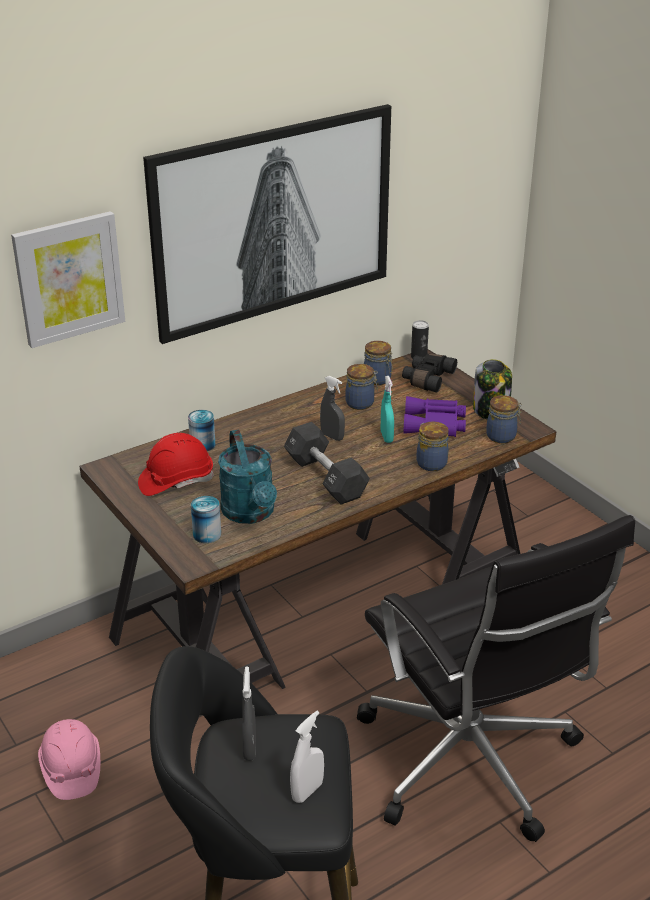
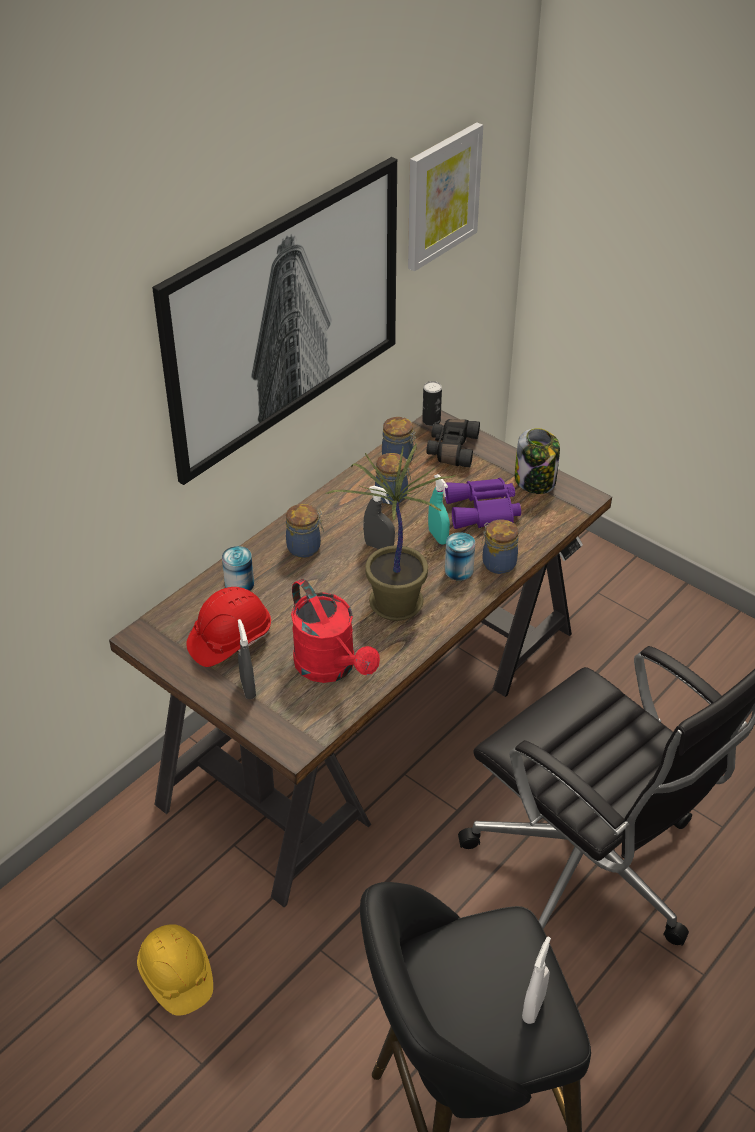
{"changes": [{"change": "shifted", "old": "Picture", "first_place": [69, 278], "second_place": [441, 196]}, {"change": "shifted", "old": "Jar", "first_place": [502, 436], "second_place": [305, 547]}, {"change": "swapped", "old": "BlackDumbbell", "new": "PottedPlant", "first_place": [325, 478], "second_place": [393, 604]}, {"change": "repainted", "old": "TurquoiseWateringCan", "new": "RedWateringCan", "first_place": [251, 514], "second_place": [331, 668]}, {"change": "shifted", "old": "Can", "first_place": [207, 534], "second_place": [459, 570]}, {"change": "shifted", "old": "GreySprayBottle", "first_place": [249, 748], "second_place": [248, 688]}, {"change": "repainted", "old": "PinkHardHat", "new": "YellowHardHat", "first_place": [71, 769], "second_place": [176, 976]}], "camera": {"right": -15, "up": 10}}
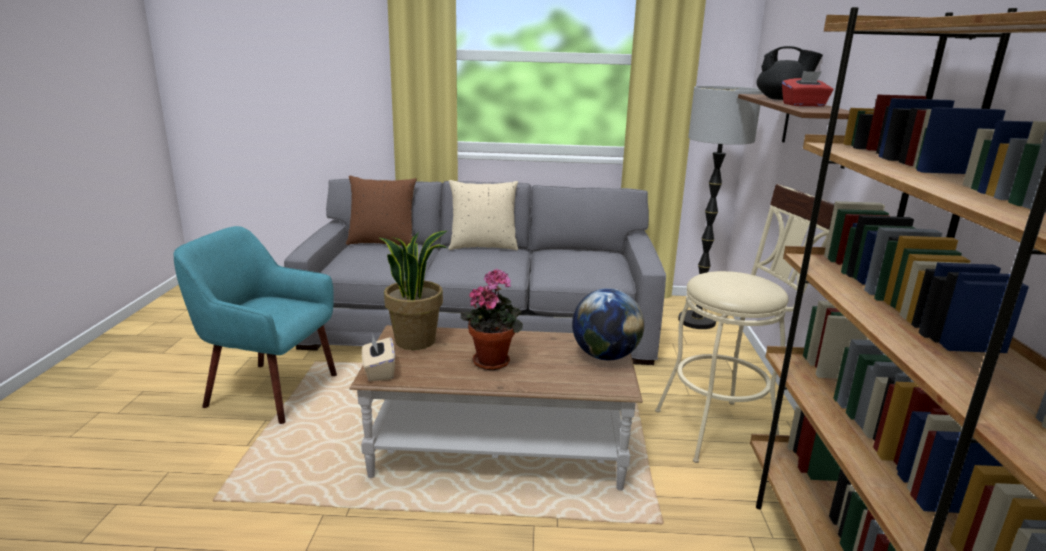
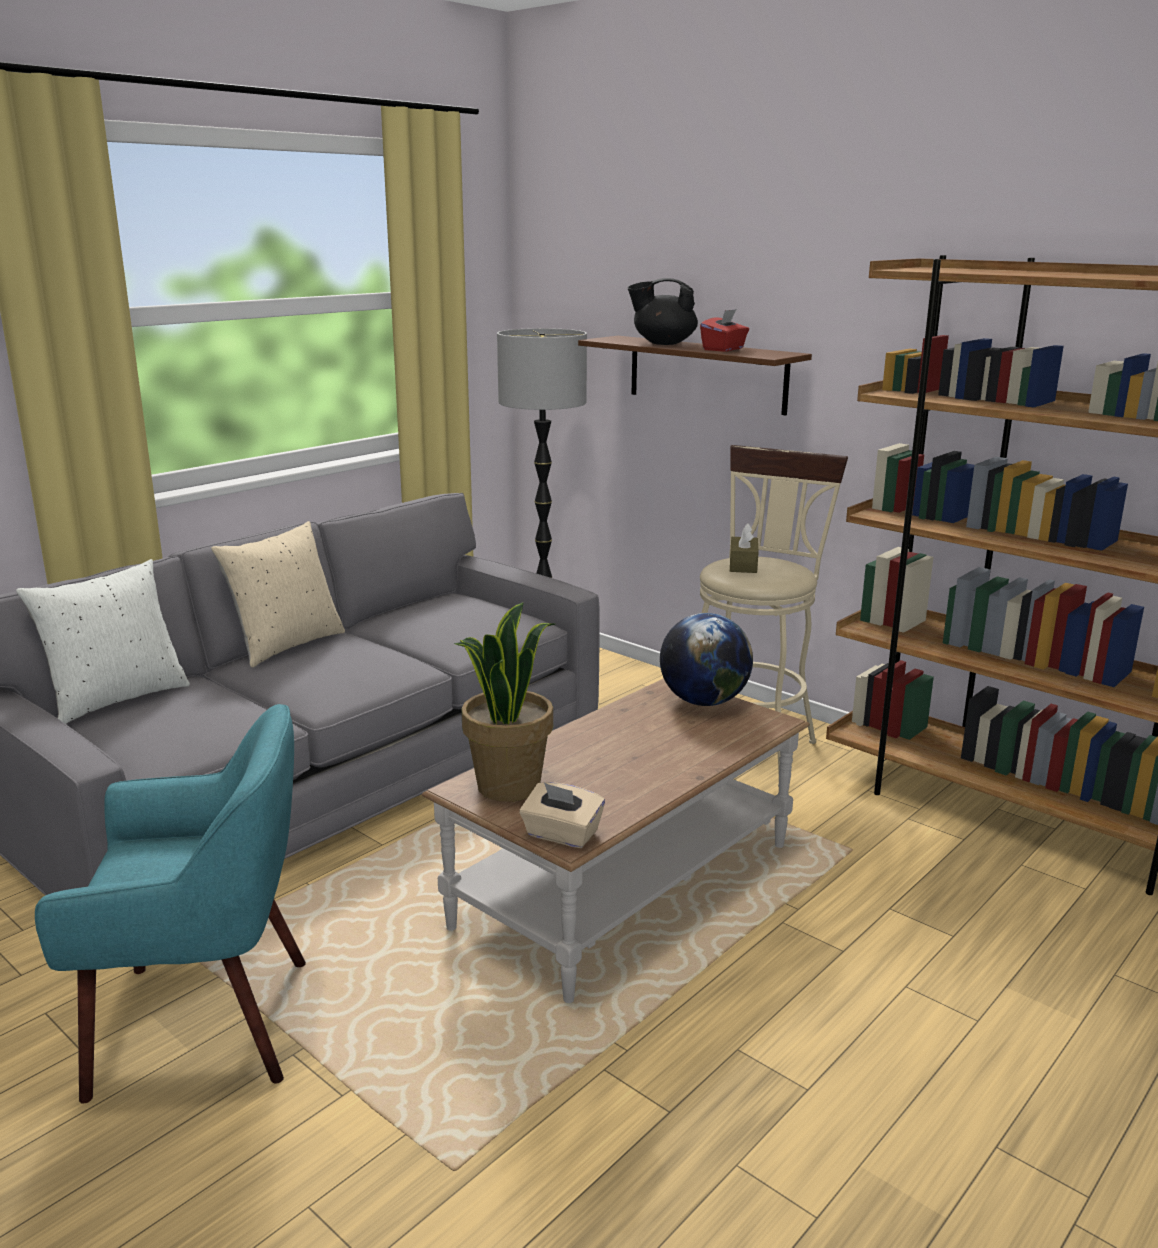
{"changes": [{"change": "rotated", "old": "BlackTeapot", "first_place": [782, 99], "second_place": [663, 343], "degrees": -150}, {"change": "repainted", "old": "BrownPillow", "new": "WhitePillow", "first_place": [382, 242], "second_place": [116, 699]}, {"change": "rotated", "old": "TurquoiseArmchair", "first_place": [270, 391], "second_place": [206, 1024], "degrees": -150}, {"change": "gone", "old": "PottedPlant", "first_place": [493, 360]}, {"change": "new", "new": "BrownTissueBox", "second_place": [743, 565]}], "camera": {"right": -50, "up": 0}}
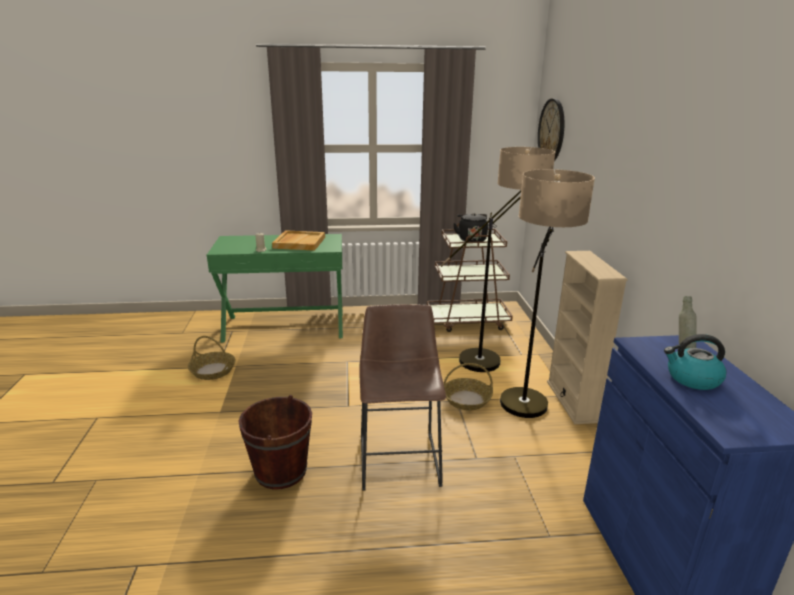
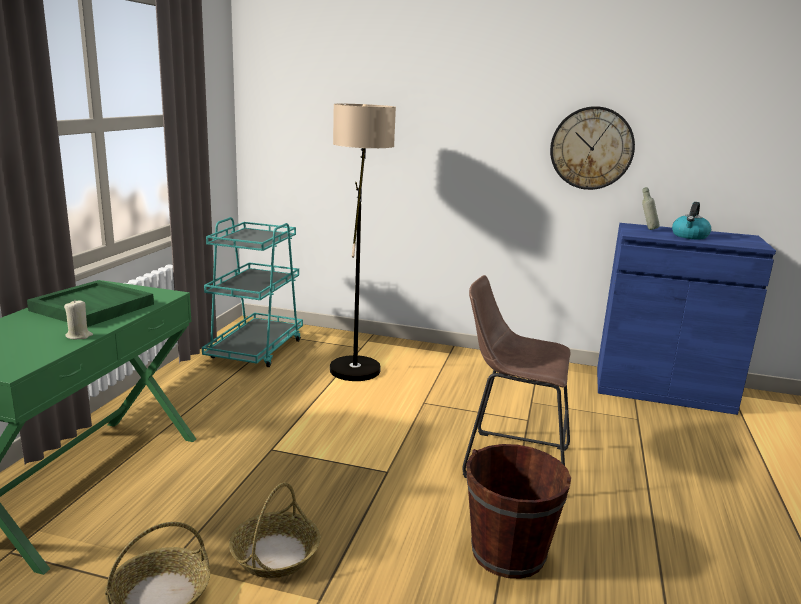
{"changes": [{"change": "shifted", "old": "WallClock", "first_place": [552, 131], "second_place": [591, 148]}, {"change": "gone", "old": "FloorLamp", "first_place": [524, 415]}, {"change": "gone", "old": "BlackKettle", "first_place": [471, 239]}, {"change": "repainted", "old": "BrownCart", "new": "TurquoiseCart", "first_place": [468, 321], "second_place": [256, 350]}, {"change": "repainted", "old": "BeigeTray", "new": "GreenTray", "first_place": [299, 242], "second_place": [91, 307]}, {"change": "gone", "old": "BeigeBookcase", "first_place": [572, 401]}, {"change": "shifted", "old": "Basket", "first_place": [467, 399], "second_place": [275, 554]}], "camera": {"right": -70, "up": -5}}
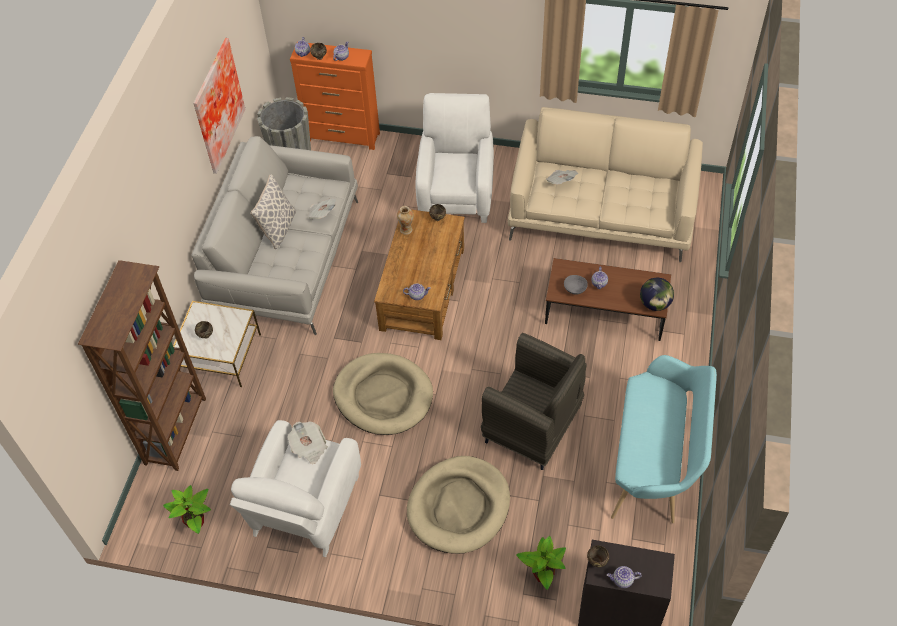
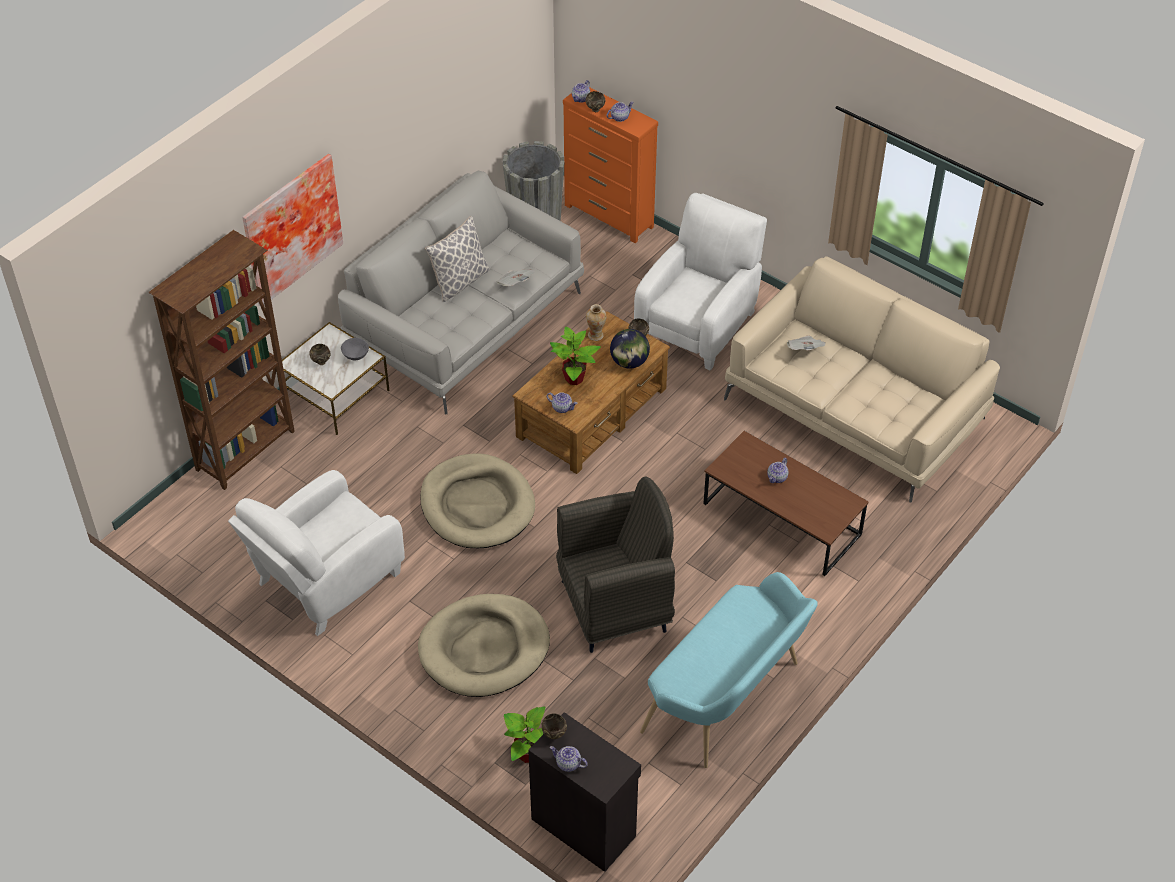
{"changes": [{"change": "shifted", "old": "Picture", "first_place": [216, 105], "second_place": [290, 228]}, {"change": "shifted", "old": "GreyBowl", "first_place": [574, 290], "second_place": [355, 356]}, {"change": "shifted", "old": "Globe", "first_place": [655, 304], "second_place": [629, 362]}, {"change": "rotated", "old": "GreyArmchair", "first_place": [532, 428], "second_place": [616, 605], "degrees": -75}, {"change": "gone", "old": "Newspaper", "first_place": [309, 447]}, {"change": "shifted", "old": "PottedPlant", "first_place": [196, 522], "second_place": [574, 379]}], "camera": {"right": 25, "up": -5}}
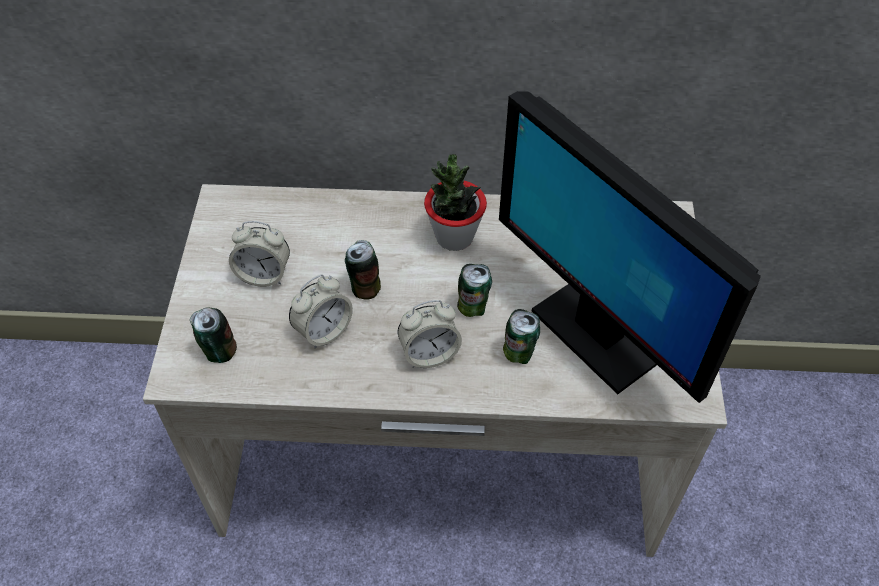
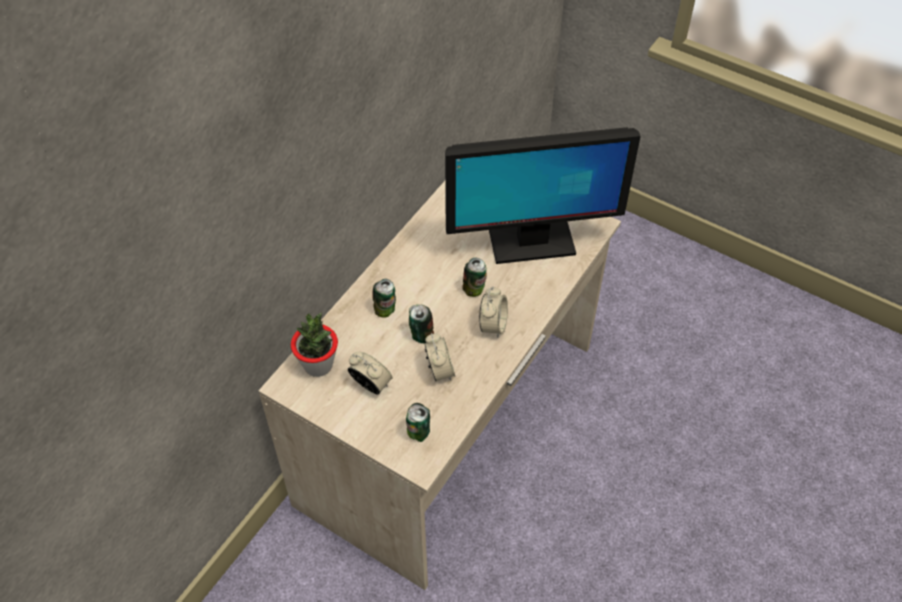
{"changes": [{"change": "shifted", "old": "PottedPlant", "first_place": [454, 237], "second_place": [318, 365]}, {"change": "rotated", "old": "AlarmClock", "first_place": [264, 274], "second_place": [371, 385], "degrees": -90}, {"change": "shifted", "old": "Can", "first_place": [518, 354], "second_place": [385, 310]}], "camera": {"right": -60, "up": 0}}
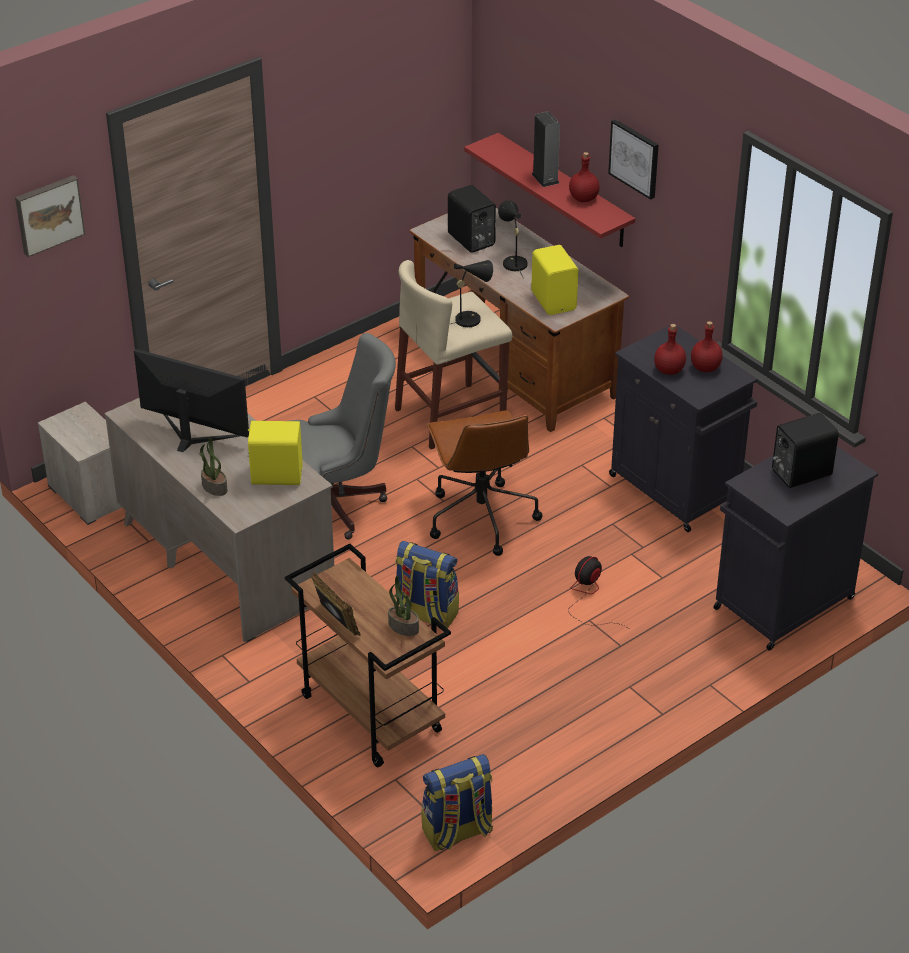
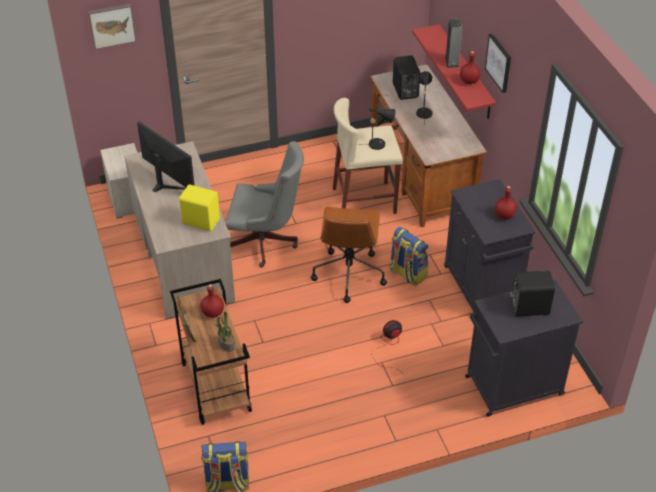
{"changes": [{"change": "gone", "old": "YellowSpeaker", "first_place": [554, 300]}, {"change": "shifted", "old": "RedBottle", "first_place": [669, 370], "second_place": [213, 313]}, {"change": "gone", "old": "PottedPlant", "first_place": [214, 487]}, {"change": "shifted", "old": "Backpack", "first_place": [425, 614], "second_place": [407, 273]}], "camera": {"right": 20, "up": 5}}
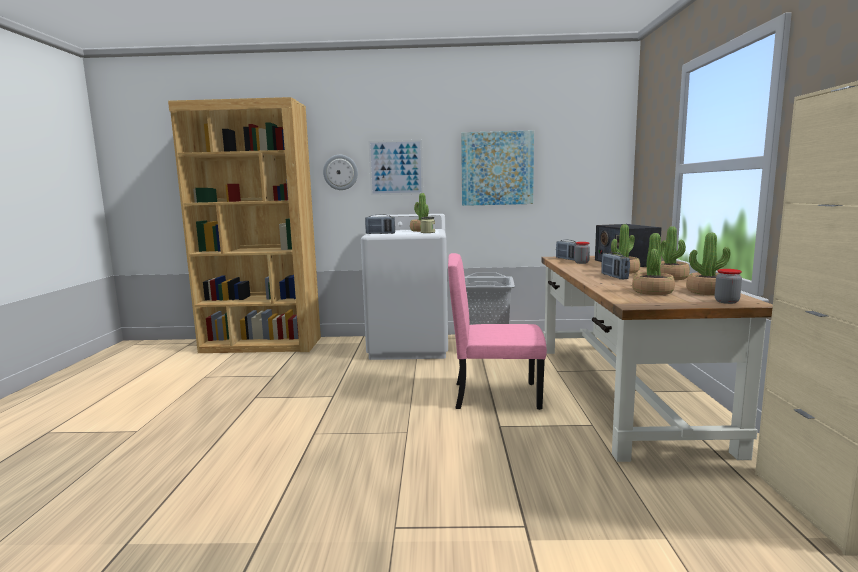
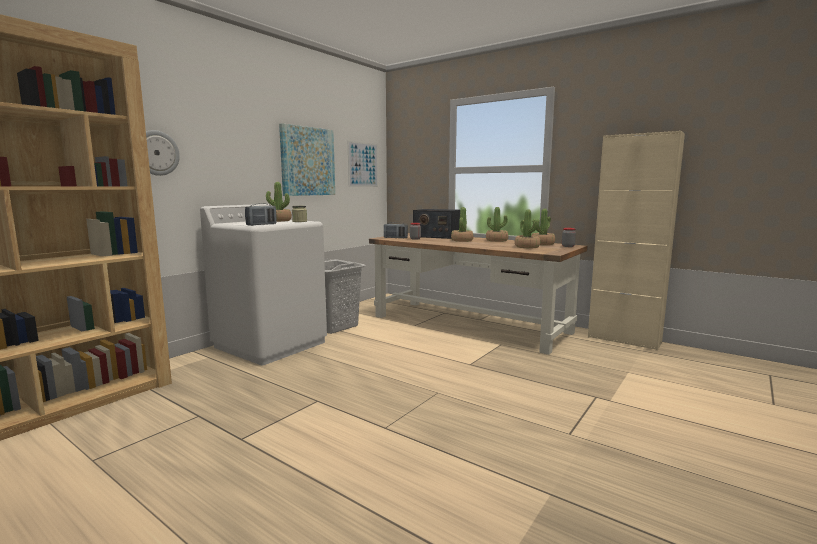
{"changes": [{"change": "shifted", "old": "Picture", "first_place": [396, 167], "second_place": [363, 164]}, {"change": "gone", "old": "Radio", "first_place": [614, 277]}, {"change": "gone", "old": "PinkChair", "first_place": [496, 395]}], "camera": {"right": -55, "up": 0}}
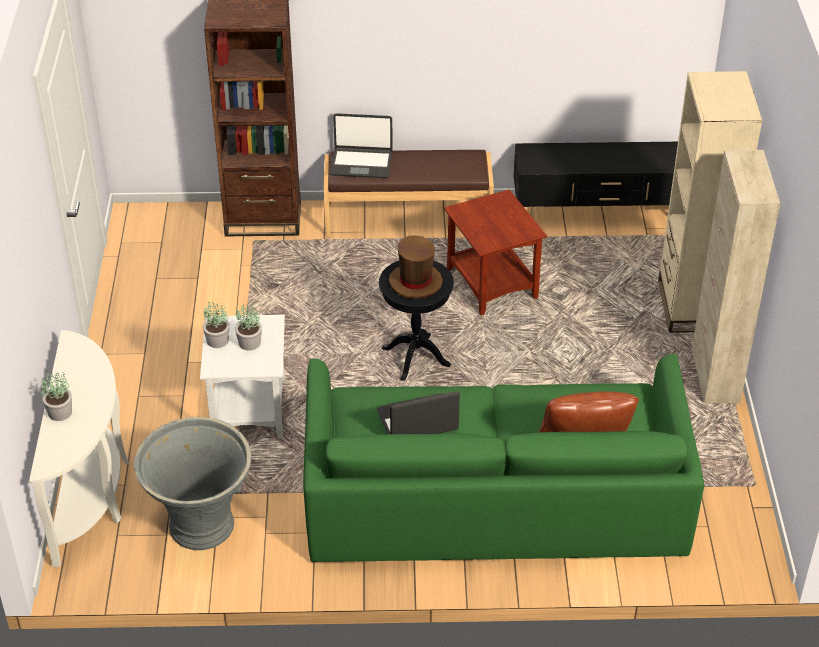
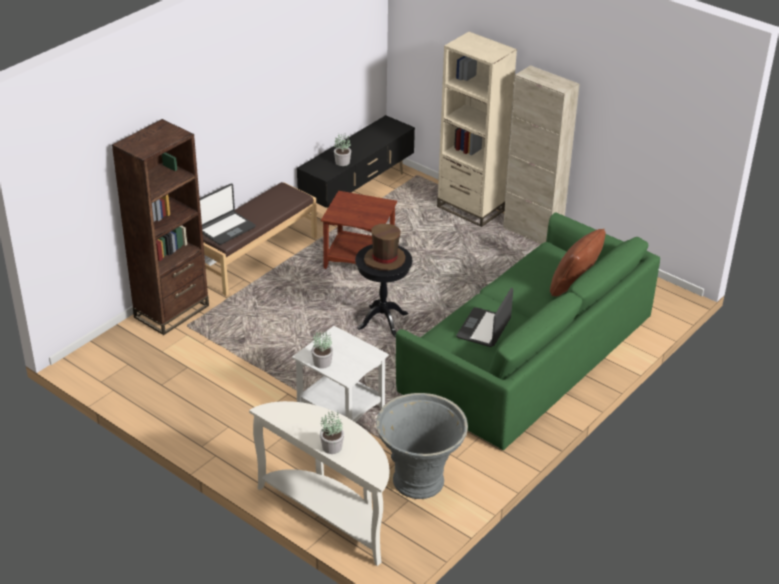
{"changes": [{"change": "shifted", "old": "PottedPlant", "first_place": [250, 343], "second_place": [342, 162]}], "camera": {"right": -50, "up": -5}}
